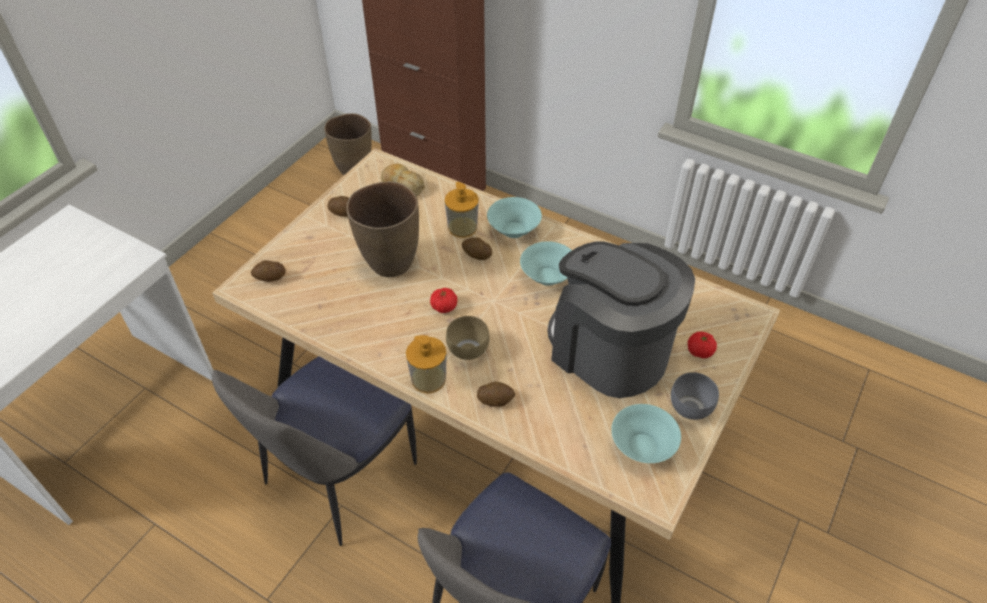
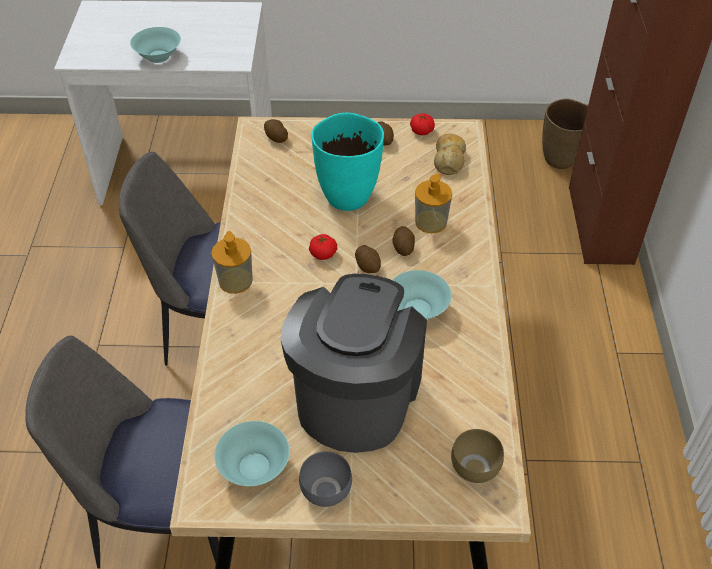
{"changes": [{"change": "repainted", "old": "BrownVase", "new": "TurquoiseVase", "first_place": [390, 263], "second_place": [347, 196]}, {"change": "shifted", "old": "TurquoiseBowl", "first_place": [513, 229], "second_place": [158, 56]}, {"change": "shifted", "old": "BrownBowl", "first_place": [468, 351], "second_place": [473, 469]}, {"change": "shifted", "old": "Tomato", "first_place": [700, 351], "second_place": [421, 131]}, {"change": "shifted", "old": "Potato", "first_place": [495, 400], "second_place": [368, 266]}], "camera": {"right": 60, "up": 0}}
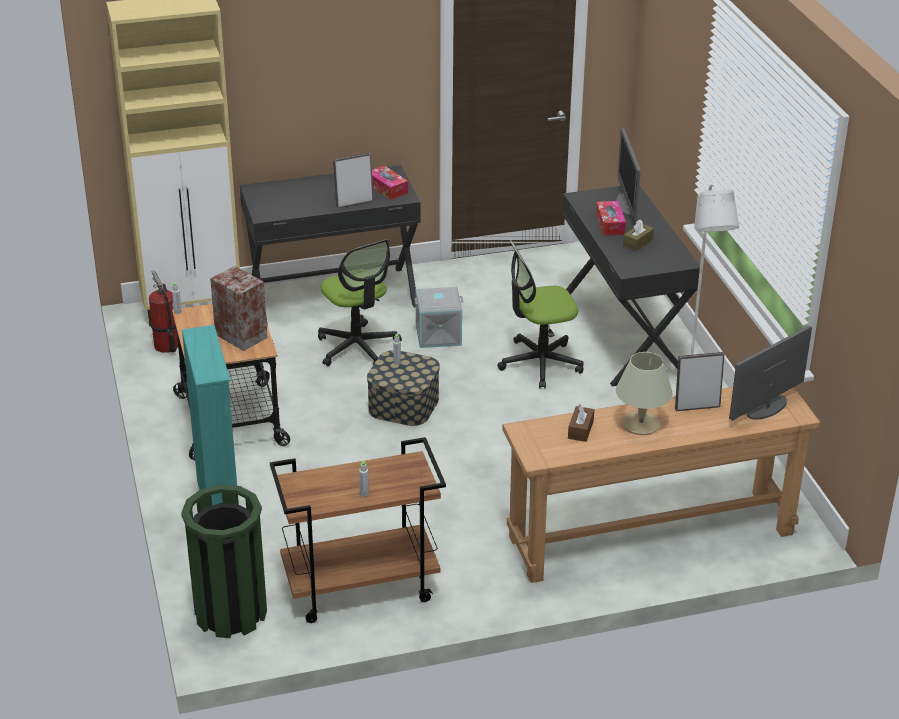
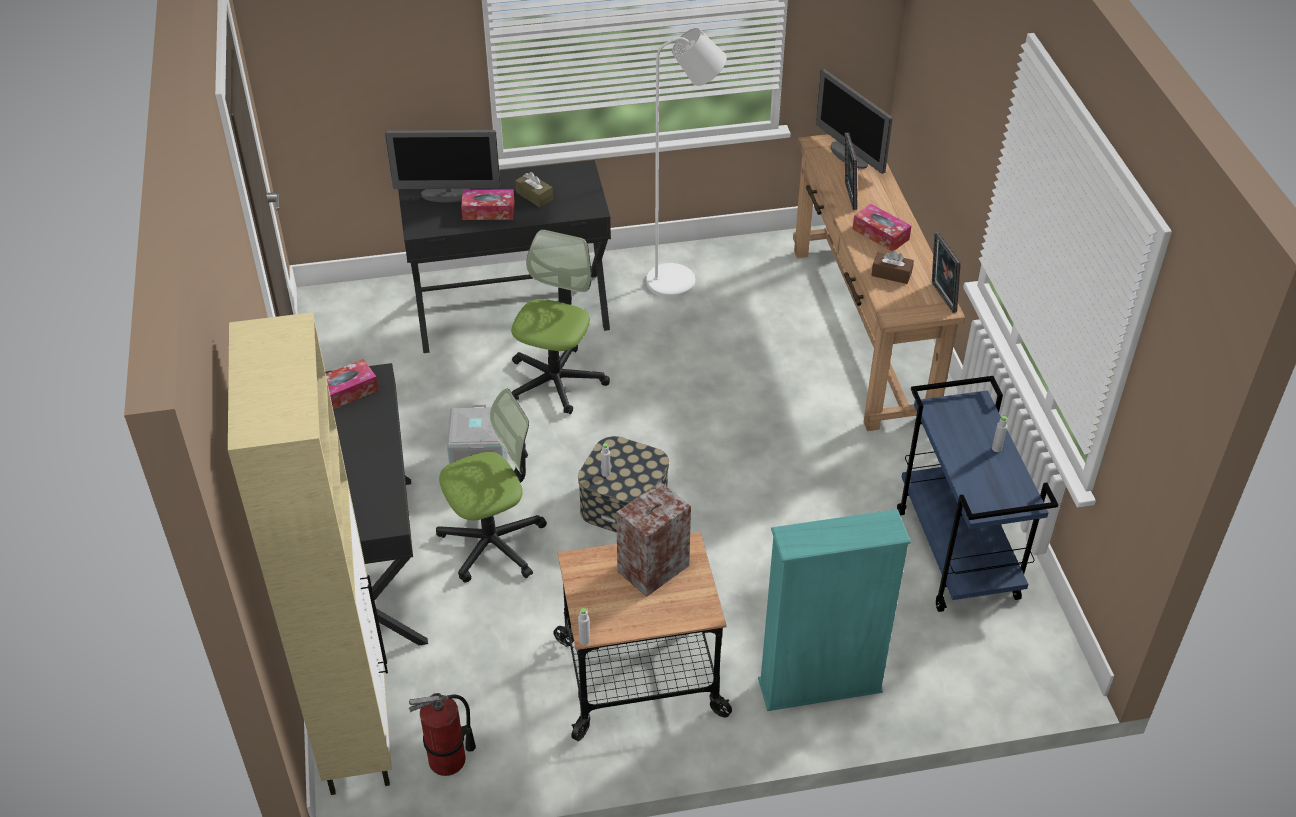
{"changes": [{"change": "shifted", "old": "PictureFrame", "first_place": [354, 203], "second_place": [941, 298]}, {"change": "rotated", "old": "OfficeChair", "first_place": [540, 363], "second_place": [556, 380], "degrees": -150}, {"change": "swapped", "old": "BeigeTableLamp", "new": "TissueBox", "first_place": [640, 425], "second_place": [880, 234]}, {"change": "repainted", "old": "BrownCart", "new": "BlueCart", "first_place": [359, 588], "second_place": [958, 555]}, {"change": "gone", "old": "GreenTrashCan", "first_place": [230, 613]}], "camera": {"right": -85, "up": 10}}
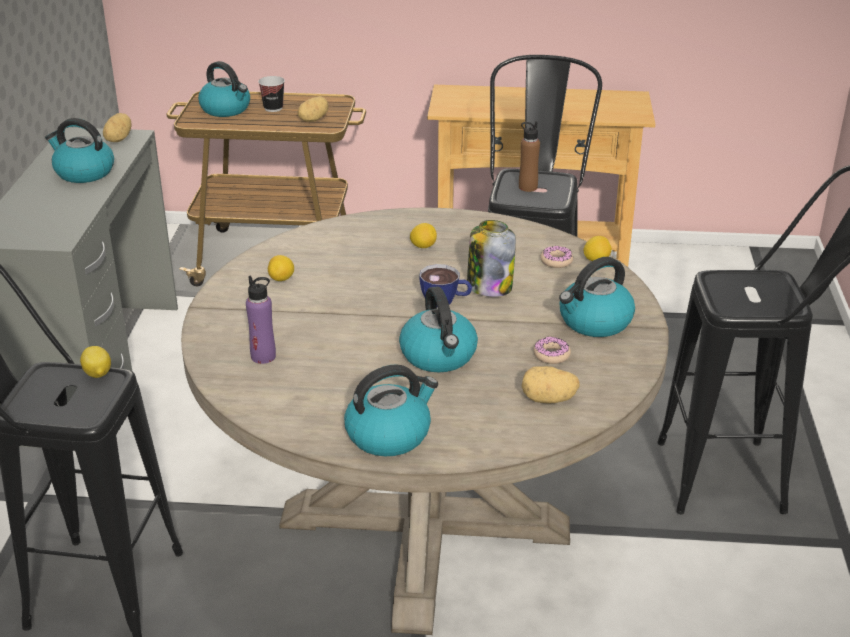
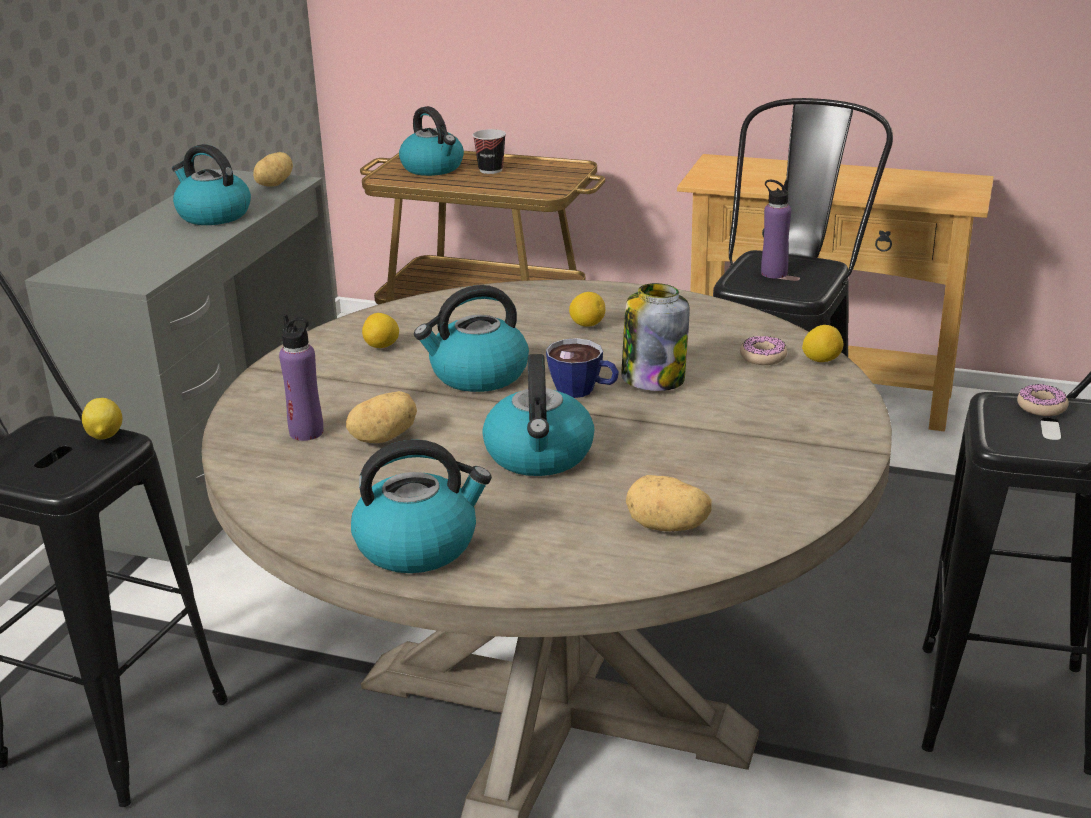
{"changes": [{"change": "shifted", "old": "Potato", "first_place": [312, 119], "second_place": [383, 437]}, {"change": "repainted", "old": "BrownBottle", "new": "PurpleBottle", "first_place": [527, 187], "second_place": [774, 273]}, {"change": "shifted", "old": "Kettle", "first_place": [594, 322], "second_place": [477, 375]}, {"change": "shifted", "old": "Donut", "first_place": [551, 355], "second_place": [1041, 407]}], "camera": {"right": 15, "up": -5}}
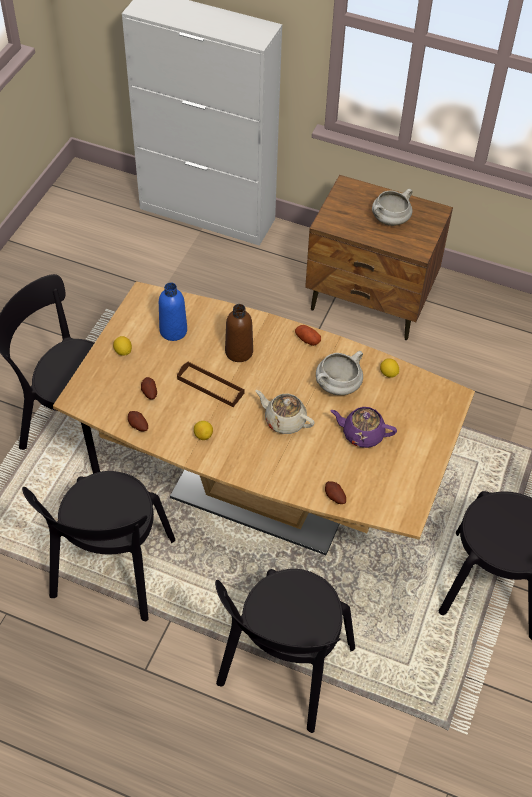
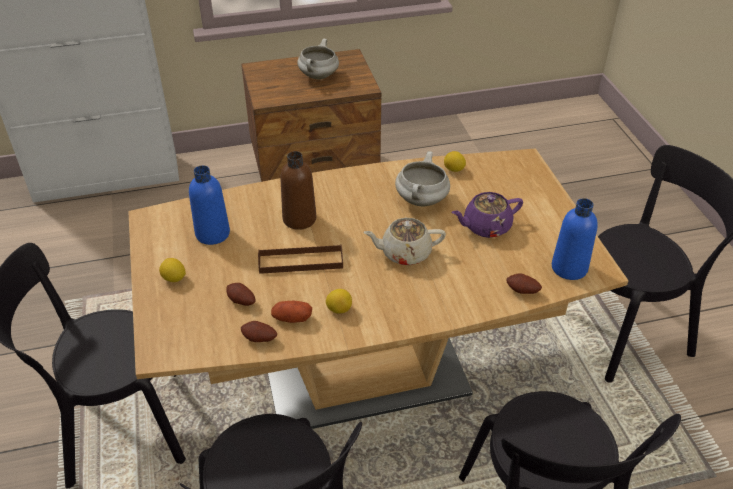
{"changes": [{"change": "shifted", "old": "Potato", "first_place": [307, 339], "second_place": [292, 318]}, {"change": "new", "new": "BlueBottle", "second_place": [569, 268]}], "camera": {"right": -35, "up": -10}}
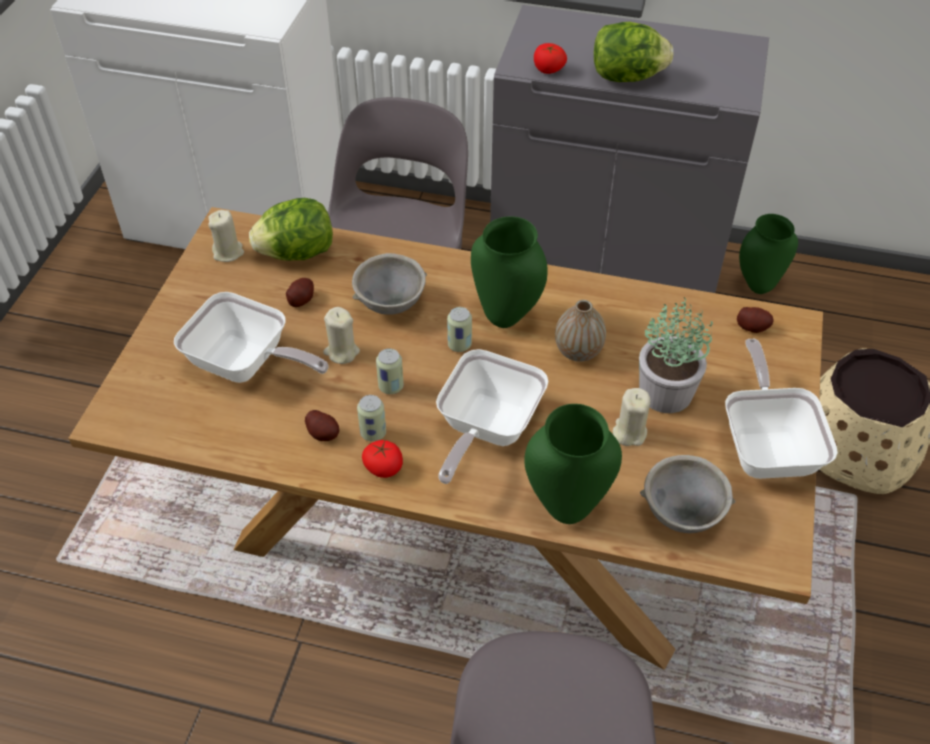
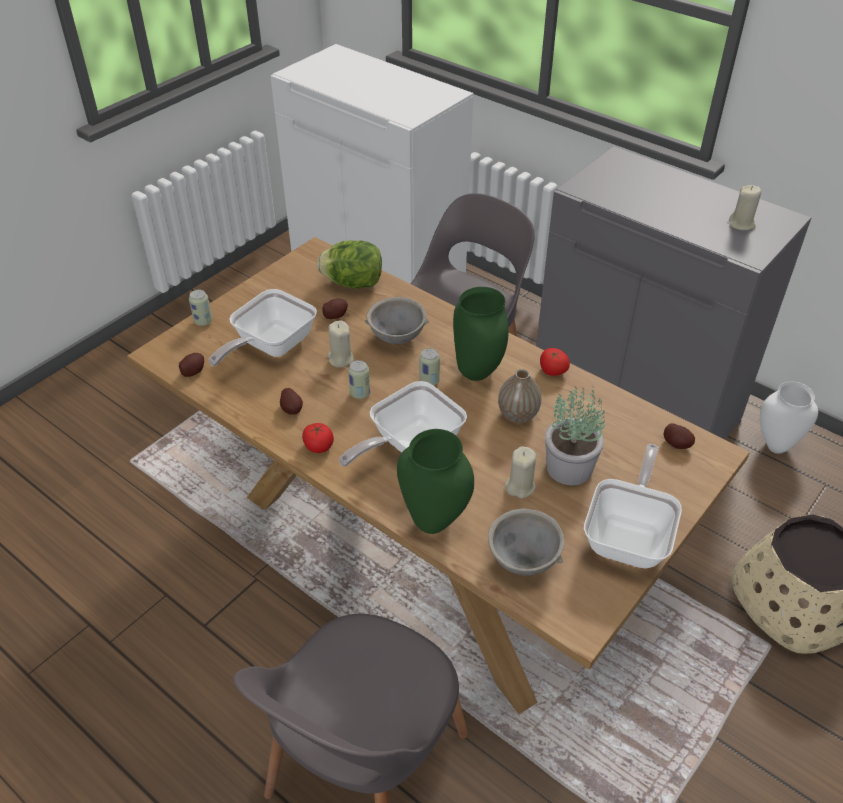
{"changes": [{"change": "gone", "old": "Lettuce", "first_place": [626, 77]}, {"change": "shifted", "old": "Tomato", "first_place": [548, 70], "second_place": [552, 371]}, {"change": "shifted", "old": "BeigeCandle", "first_place": [228, 252], "second_place": [741, 224]}, {"change": "repainted", "old": "GreenVase", "new": "WhiteVase", "first_place": [757, 287], "second_place": [775, 447]}, {"change": "rotated", "old": "FryingPan", "first_place": [247, 365], "second_place": [270, 347], "degrees": 75}, {"change": "shifted", "old": "Can", "first_place": [373, 433], "second_place": [203, 321]}, {"change": "new", "new": "Potato", "second_place": [193, 371]}], "camera": {"right": 25, "up": -5}}
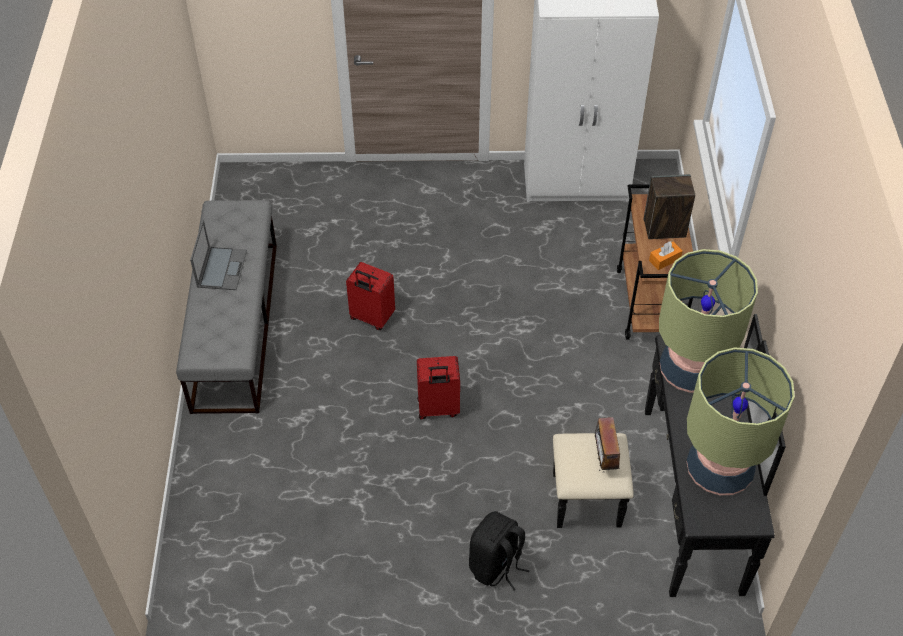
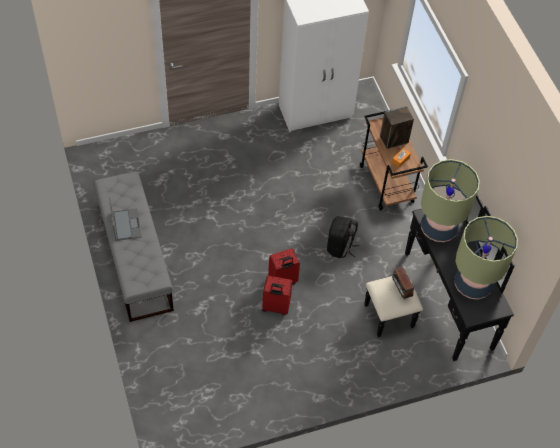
{"changes": [{"change": "shifted", "old": "RedSuitcase", "first_place": [371, 318], "second_place": [275, 307]}, {"change": "shifted", "old": "BlackBackpack", "first_place": [496, 566], "second_place": [340, 247]}], "camera": {"right": -20, "up": 5}}
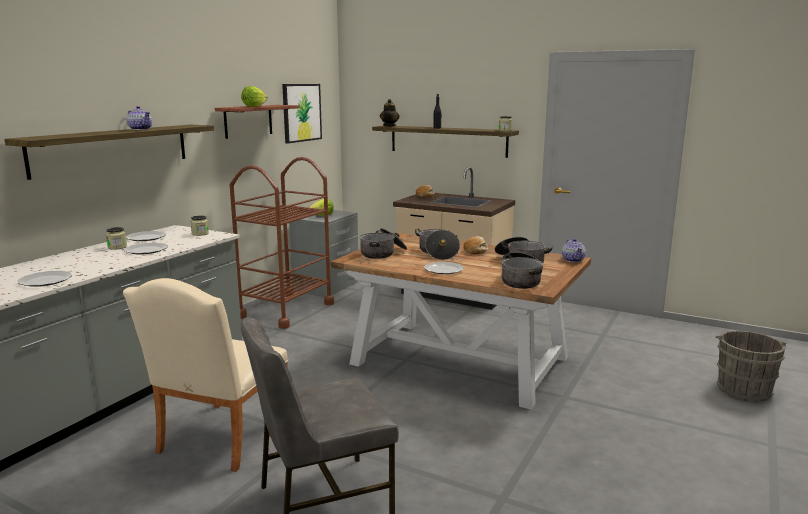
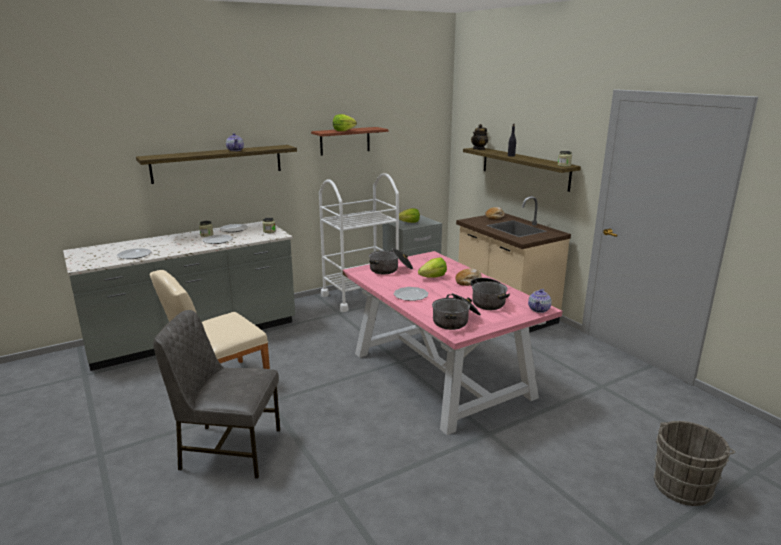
{"changes": [{"change": "gone", "old": "Picture", "first_place": [301, 112]}, {"change": "repainted", "old": "BrownCart", "new": "WhiteCart", "first_place": [286, 310], "second_place": [360, 296]}, {"change": "swapped", "old": "CookingPot", "new": "Lettuce", "first_place": [437, 253], "second_place": [433, 277]}, {"change": "repainted", "old": "BrownDiningTable", "new": "PinkDiningTable", "first_place": [461, 360], "second_place": [441, 374]}], "camera": {"right": 30, "up": 5}}
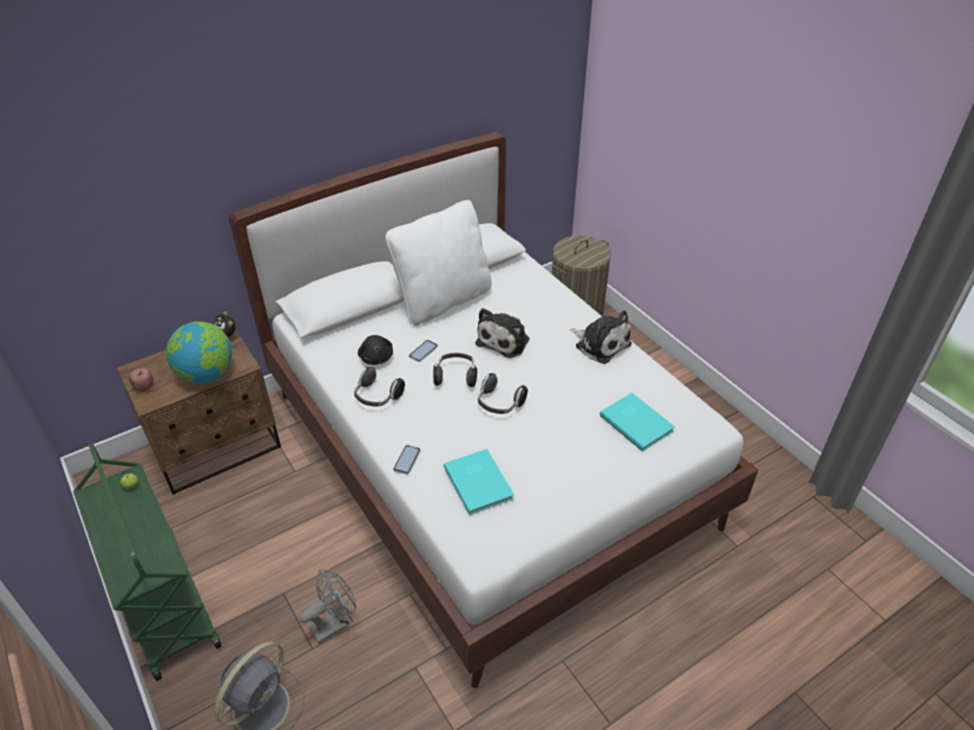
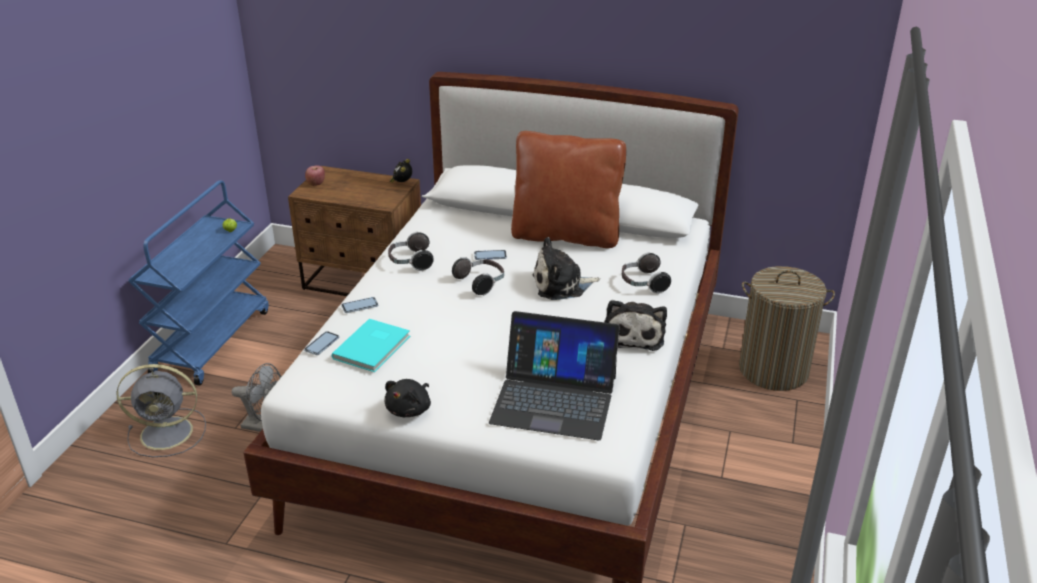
{"changes": [{"change": "repainted", "old": "WhitePillow", "new": "BrownPillow", "first_place": [443, 300], "second_place": [566, 235]}, {"change": "gone", "old": "Globe", "first_place": [207, 375]}, {"change": "shifted", "old": "BlackPlushToy", "first_place": [376, 357], "second_place": [410, 409]}, {"change": "shifted", "old": "Headphones", "first_place": [499, 404], "second_place": [643, 283]}, {"change": "swapped", "old": "TurquoiseBook", "new": "Laptop", "first_place": [637, 422], "second_place": [554, 399]}, {"change": "repainted", "old": "GreenCart", "new": "BlueCart", "first_place": [164, 602], "second_place": [211, 341]}, {"change": "new", "new": "Phone", "second_place": [322, 344]}], "camera": {"right": 50, "up": -10}}
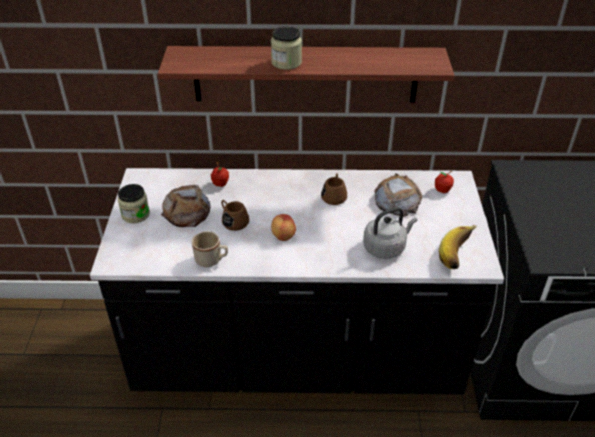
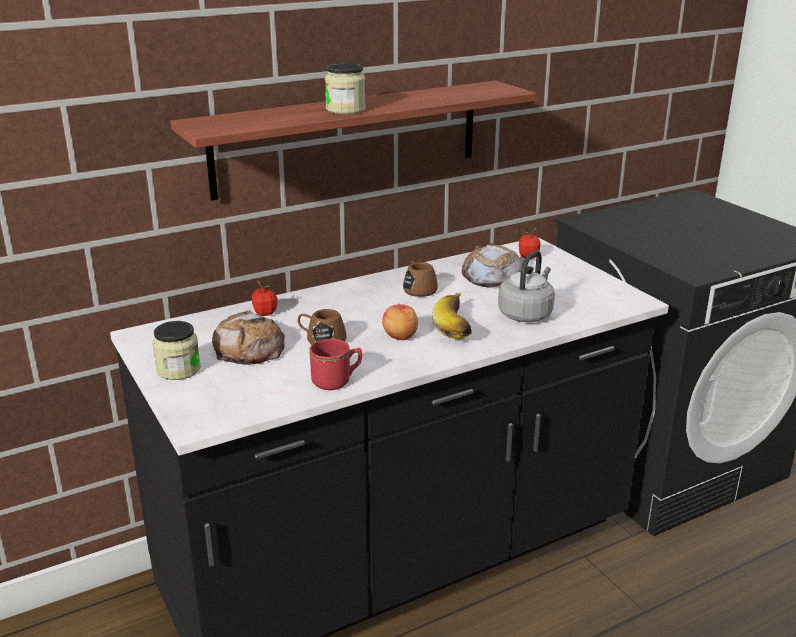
{"changes": [{"change": "shifted", "old": "Banana", "first_place": [460, 254], "second_place": [459, 327]}, {"change": "repainted", "old": "BeigeMug", "new": "RedMug", "first_place": [212, 260], "second_place": [337, 381]}], "camera": {"right": -30, "up": -15}}
